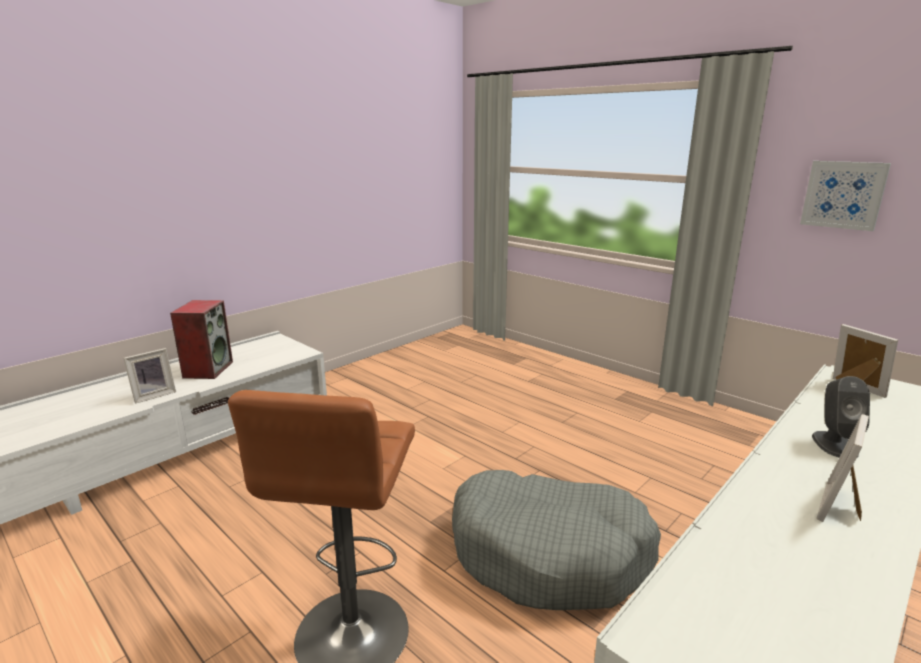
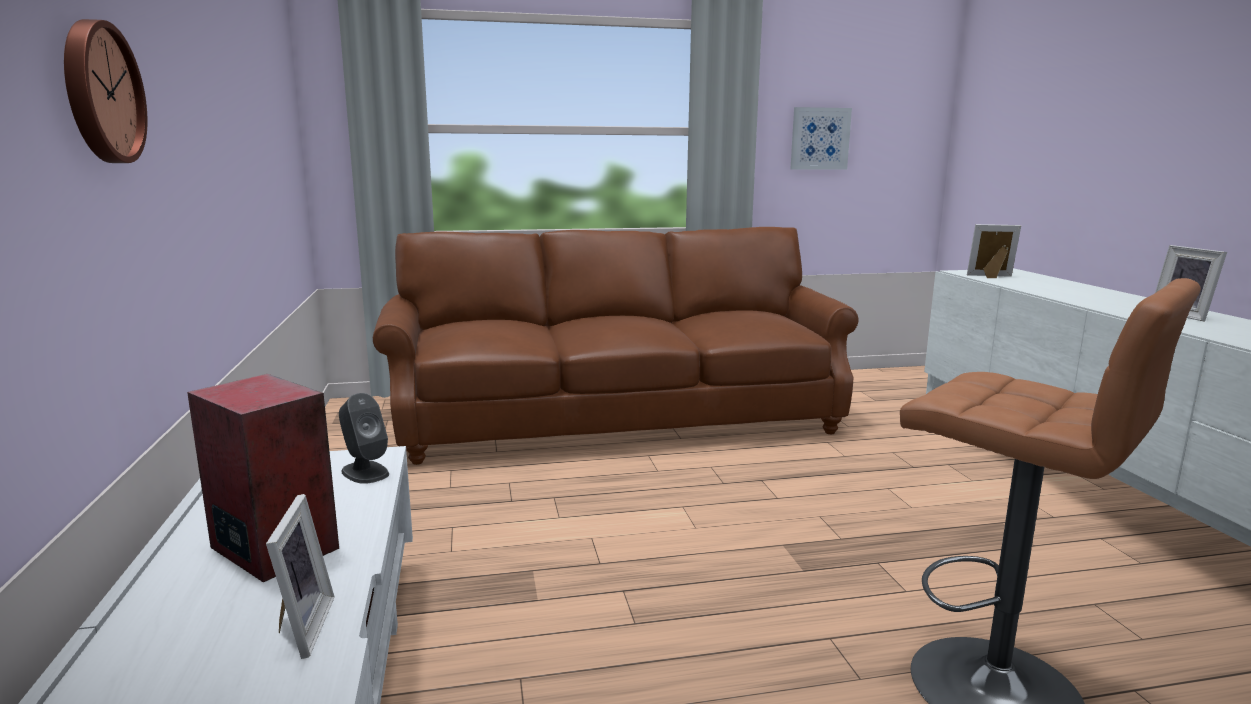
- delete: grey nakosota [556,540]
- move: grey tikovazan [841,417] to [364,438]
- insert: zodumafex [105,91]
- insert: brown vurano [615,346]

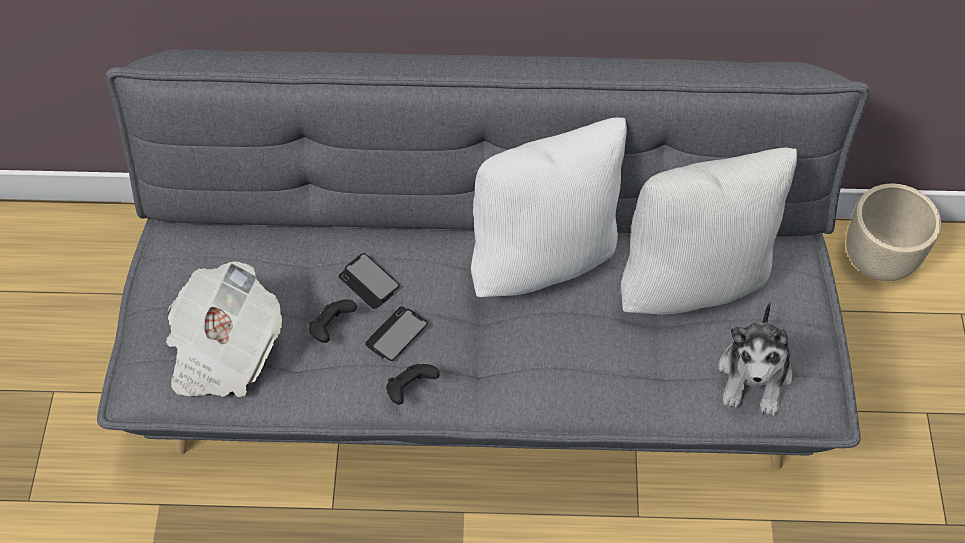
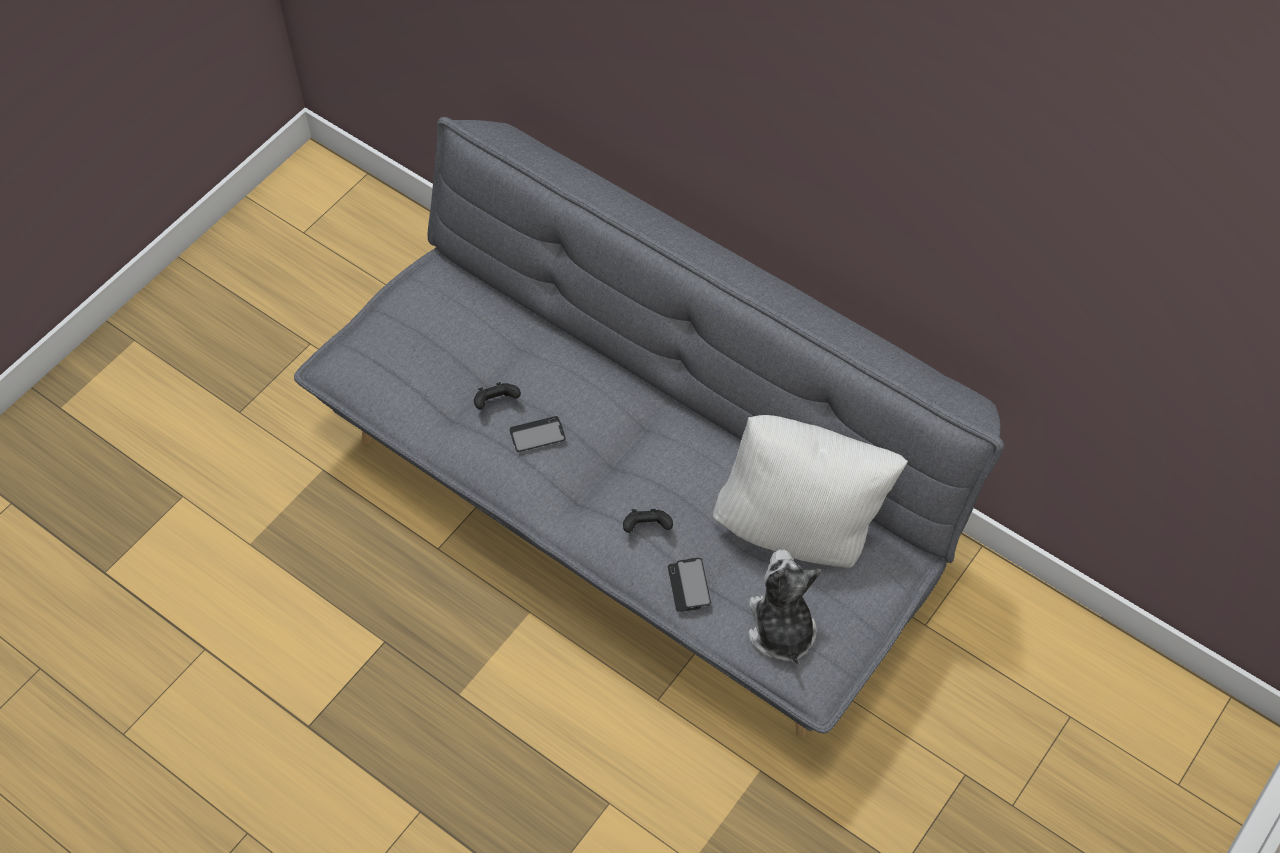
- delete: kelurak [224,329]
- move: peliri [369,281] to [689,585]
- move: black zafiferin [413,384] to [648,521]
- delete: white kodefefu [549,207]
- rotate: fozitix [755,358] = [784,607] 120 degrees clockwise
- delete: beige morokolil [893,232]

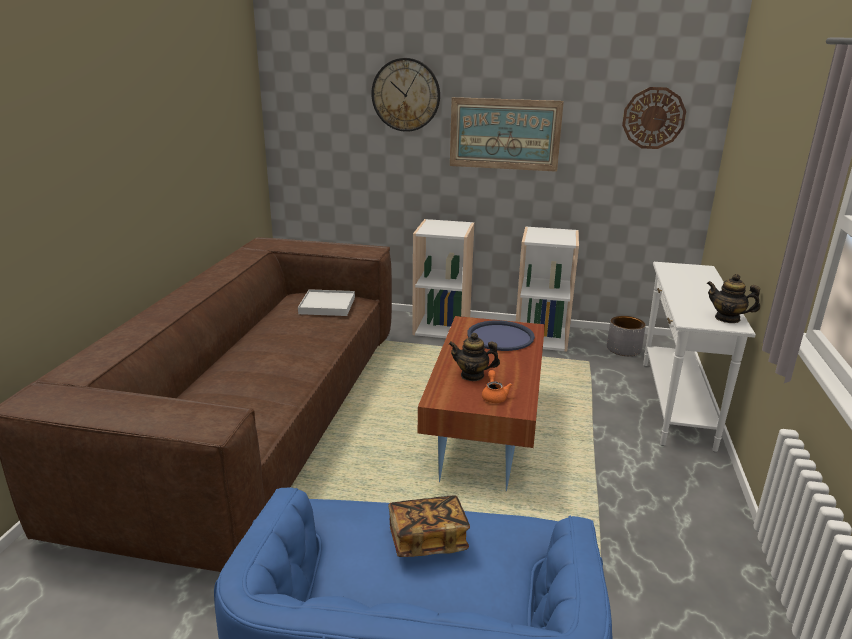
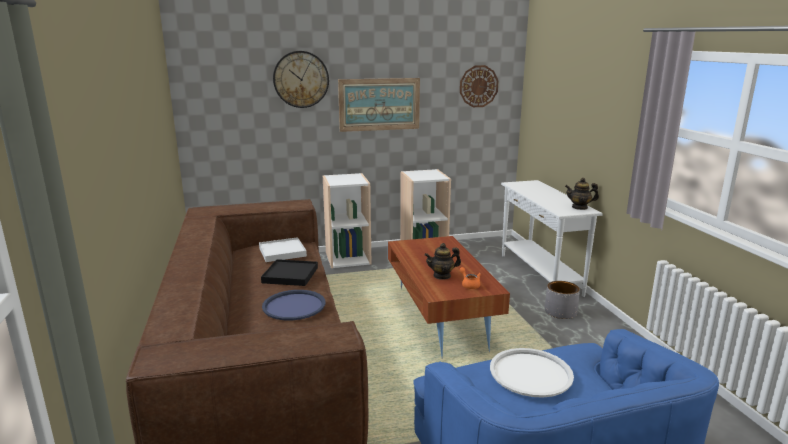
- replace: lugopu [429,526] to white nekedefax [532,373]
- move: blue nekedefax [501,335] to [293,305]
- move: grey morokolil [626,336] to [562,300]
- insert: black nekedefax [289,272]

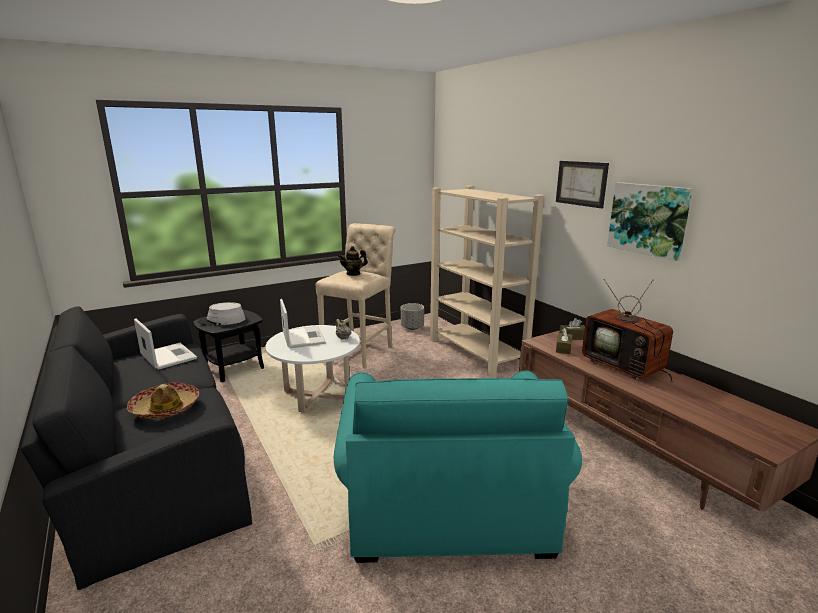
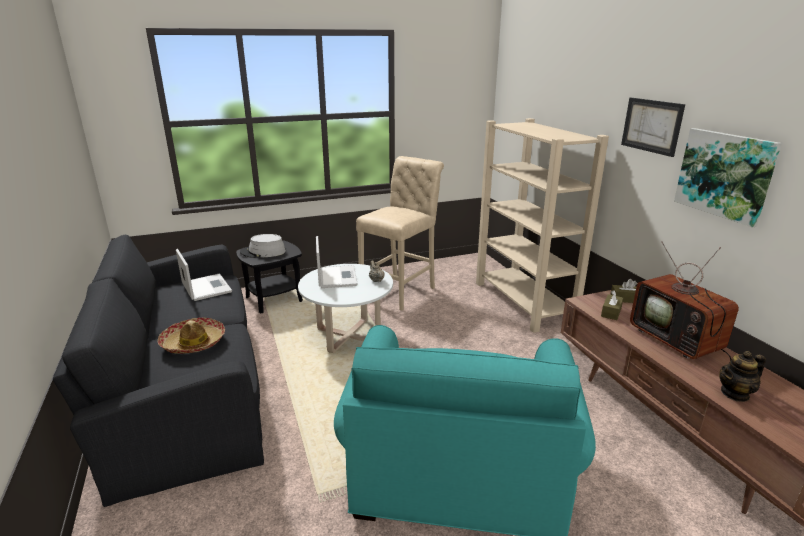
- move: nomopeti [353,261] to [742,376]
- delete: grey morokolil [412,316]

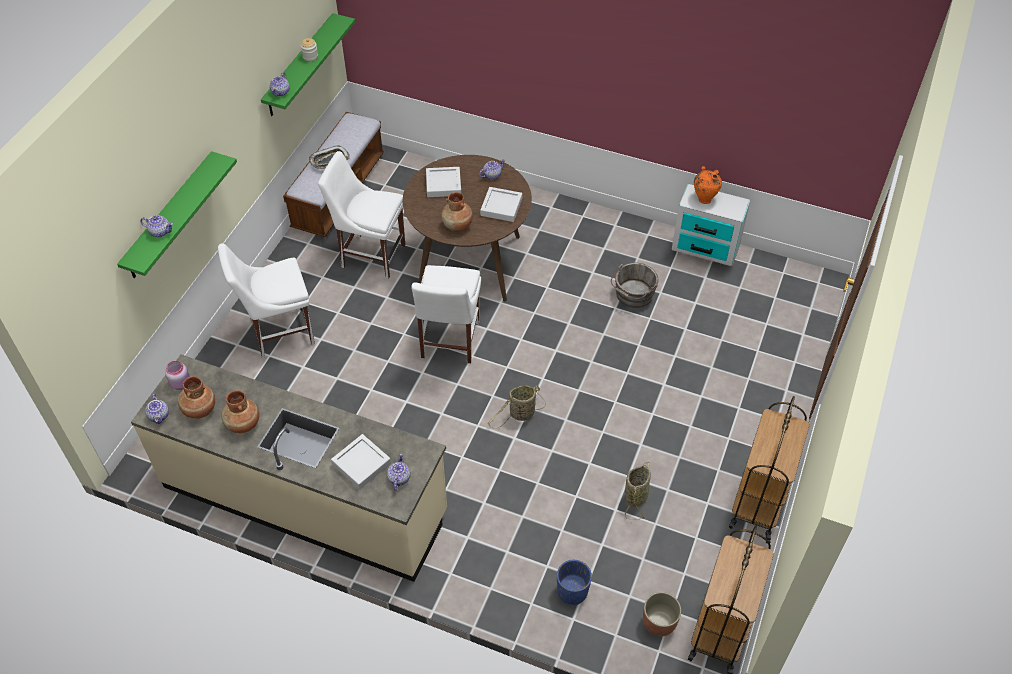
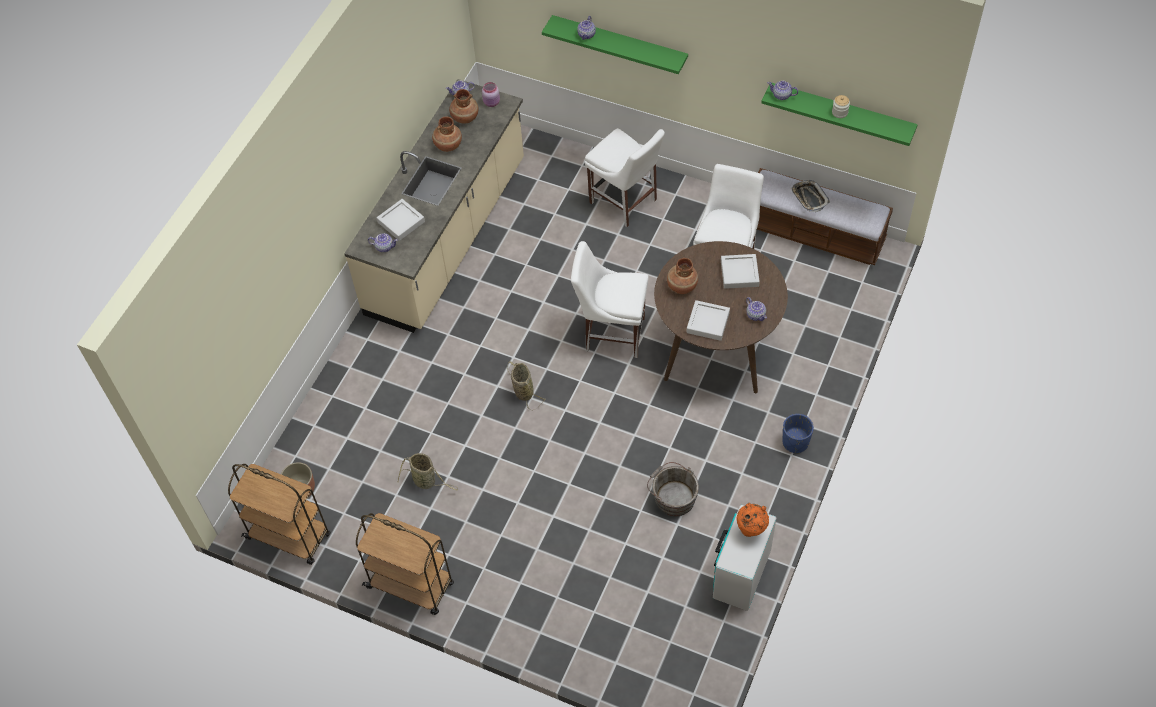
- rotate: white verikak [266,300] = [625,177] 150 degrees clockwise
- move: blue morokolil [574,582] to [798,434]

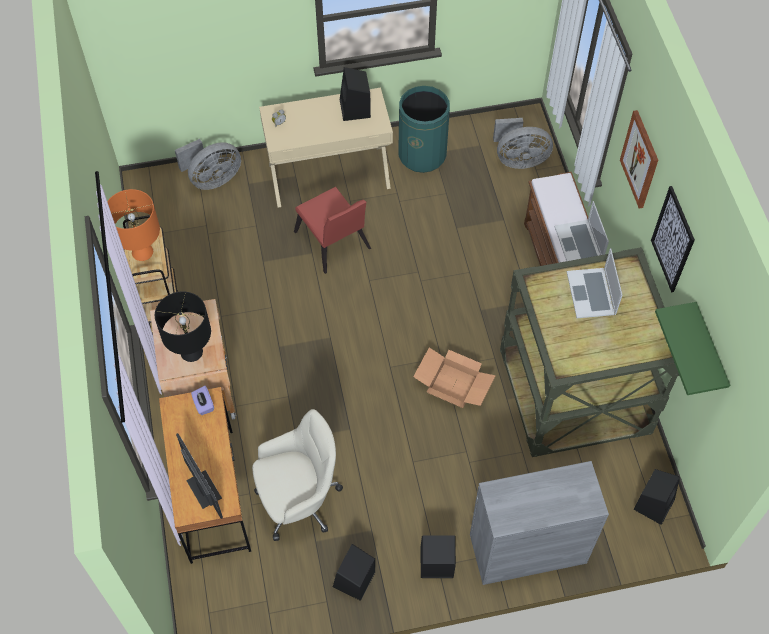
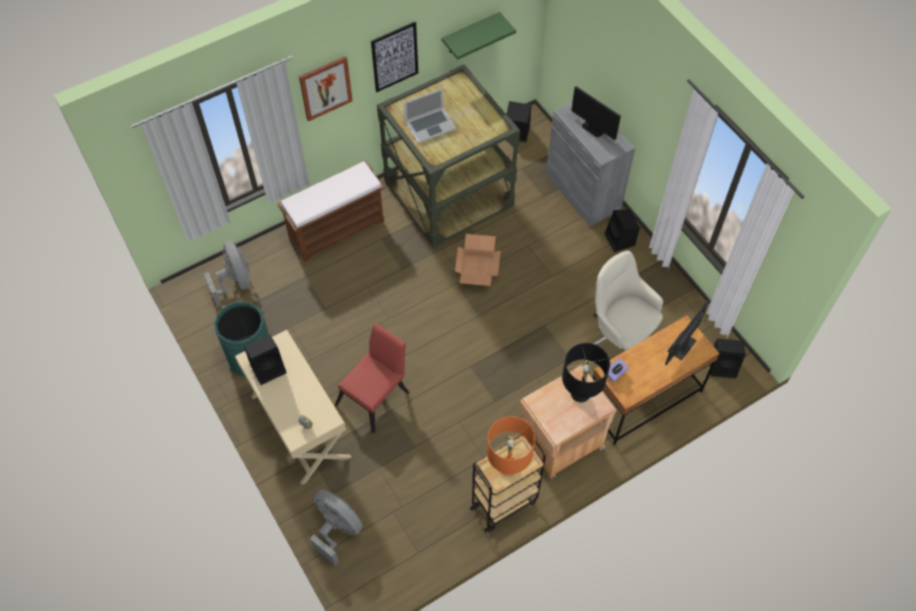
- move: black tikovazan [354,572] to [728,358]
- delete: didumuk [582,231]
- insert: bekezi [596,113]

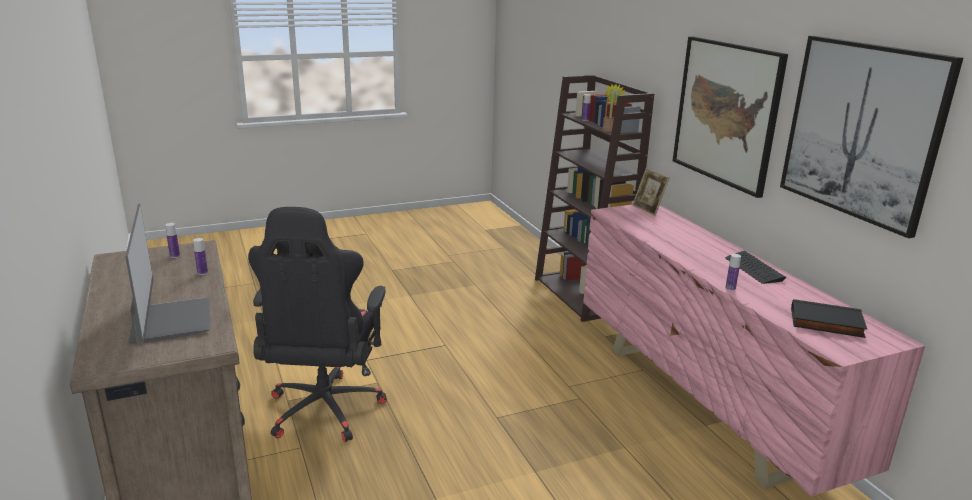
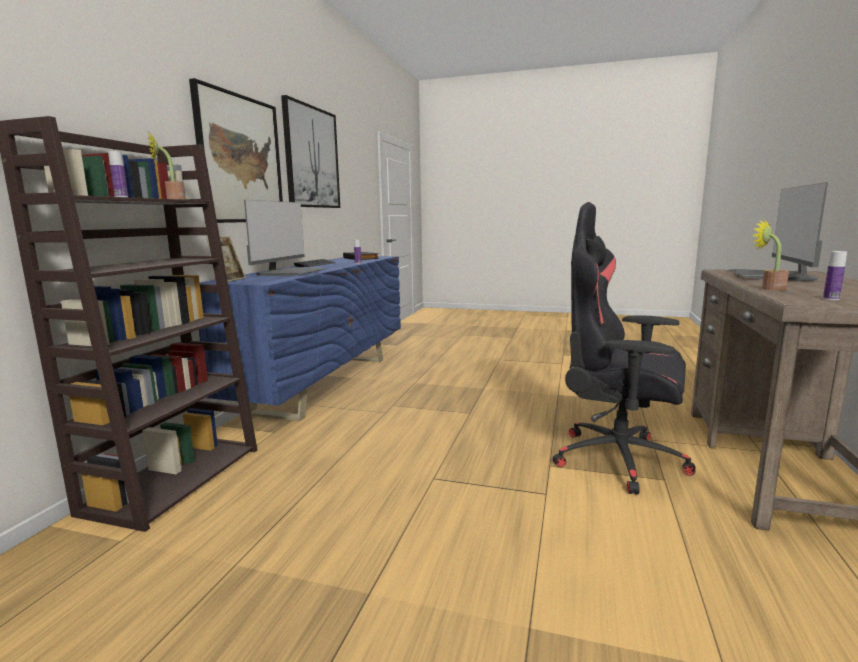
- replace: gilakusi [200,256] to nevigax [770,255]
- rotate: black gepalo [317,324] = [624,348] 105 degrees counterclockwise
- recolor: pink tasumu [754,350] to blue tasumu [300,338]
- insert: bekezi [285,238]

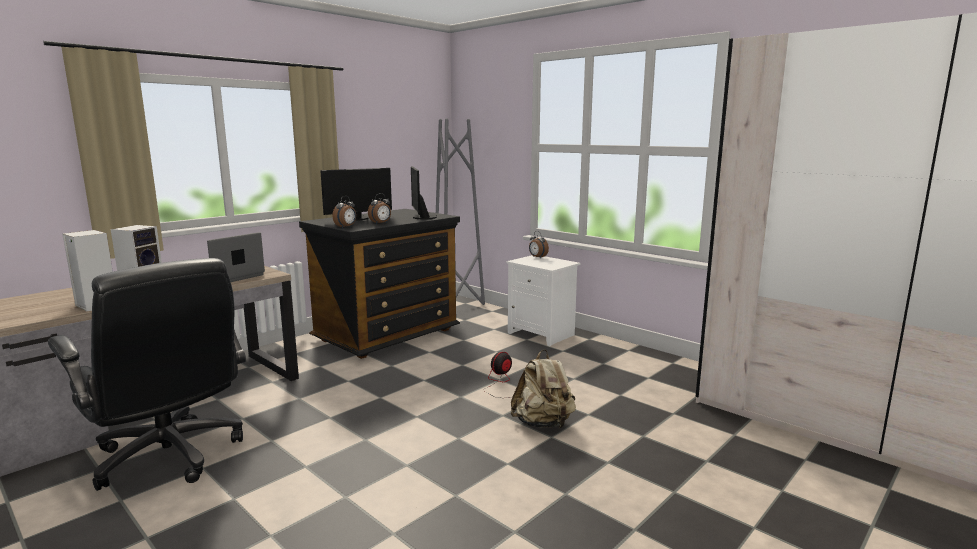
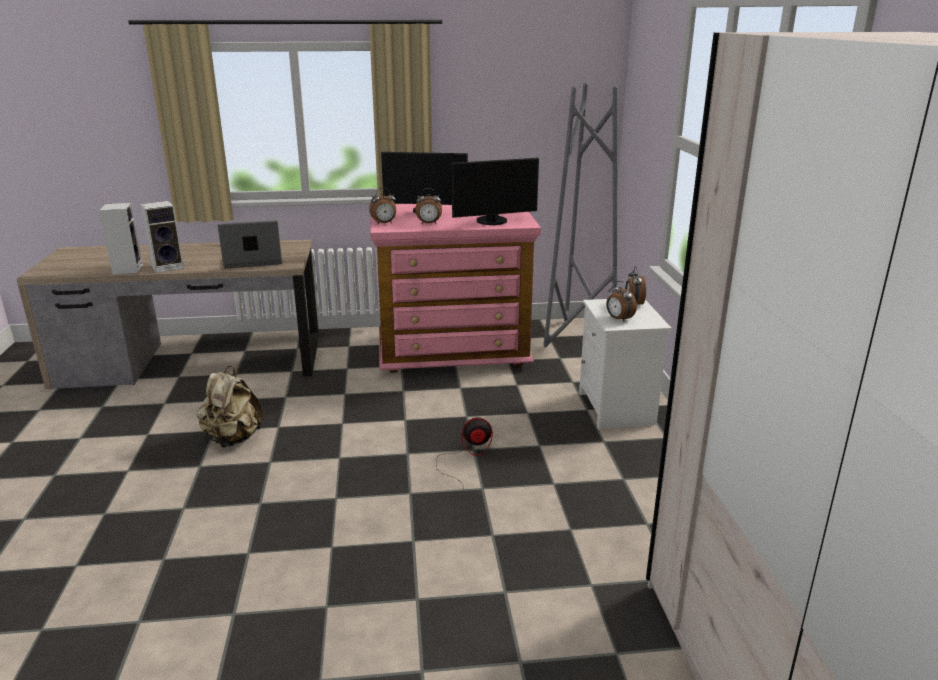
- delete: black gepalo [147,374]
- recolor: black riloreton [379,284] to pink riloreton [455,288]
- rotate: bekezi [424,192] = [495,191] 135 degrees counterclockwise
- move: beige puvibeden [543,389] to [230,406]
- insert: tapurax [621,301]

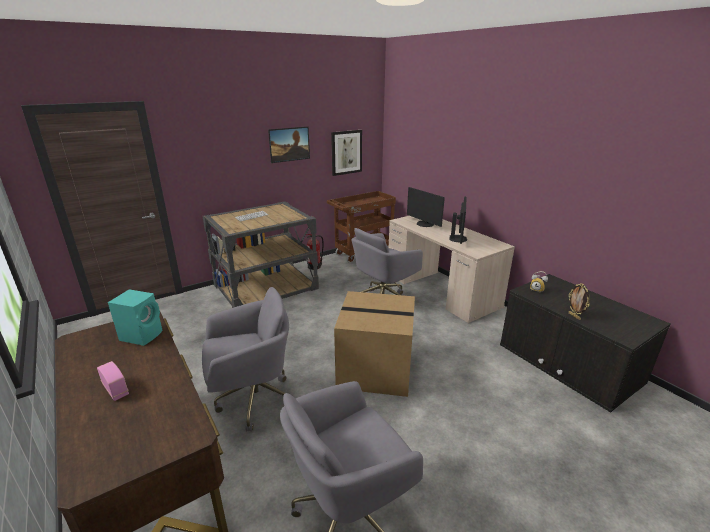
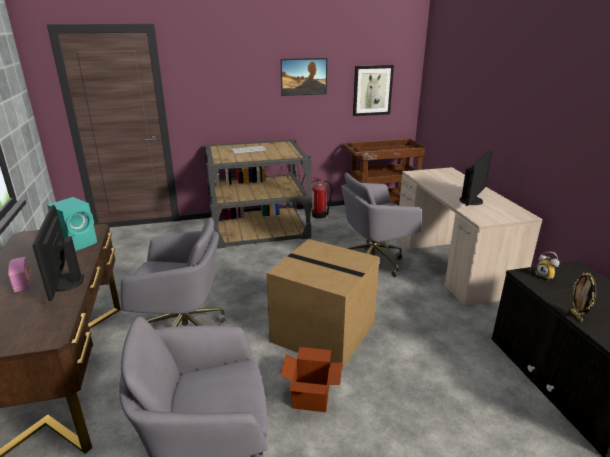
- move: bekezi [426,207] to [58,253]
- insert: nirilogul [311,379]

